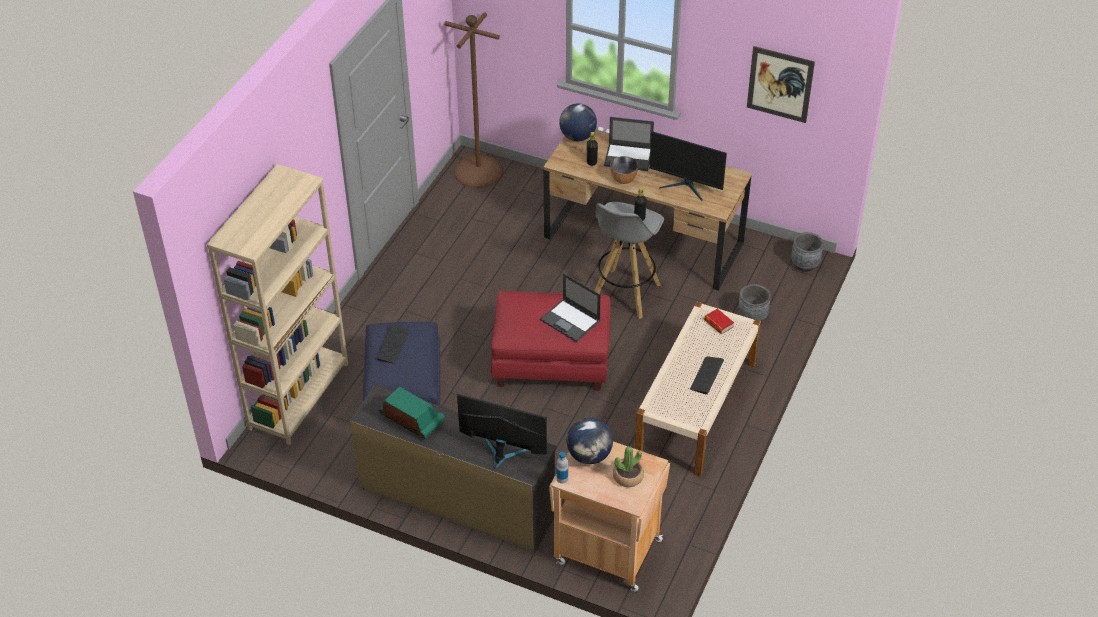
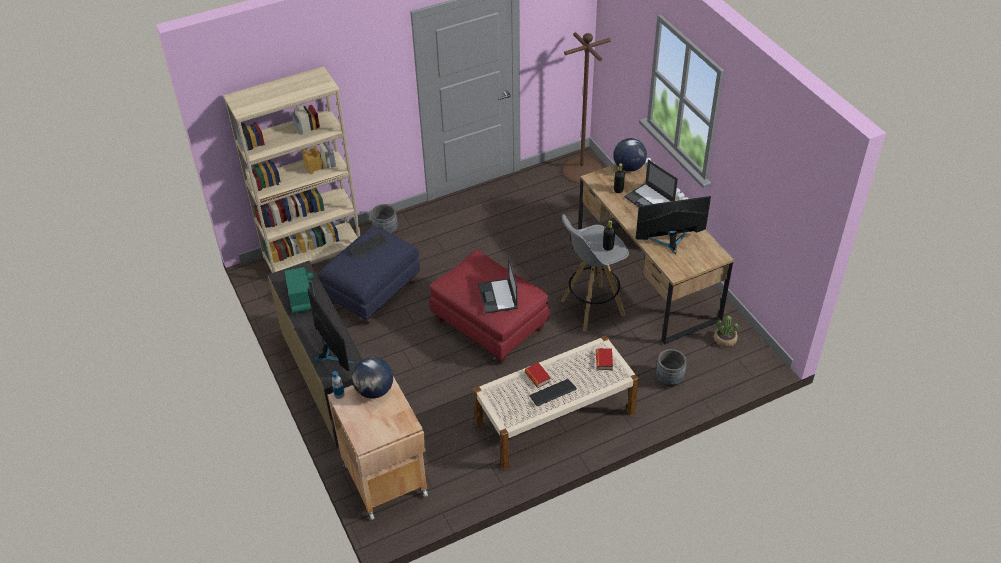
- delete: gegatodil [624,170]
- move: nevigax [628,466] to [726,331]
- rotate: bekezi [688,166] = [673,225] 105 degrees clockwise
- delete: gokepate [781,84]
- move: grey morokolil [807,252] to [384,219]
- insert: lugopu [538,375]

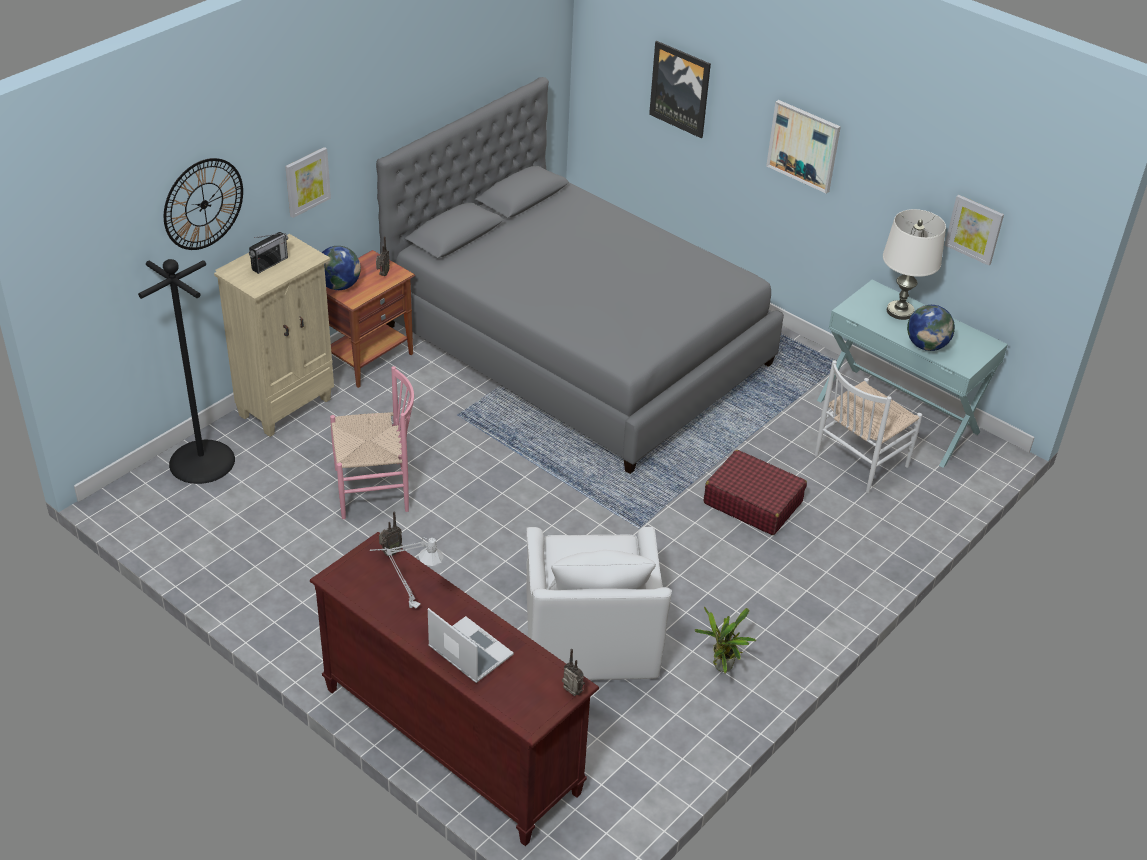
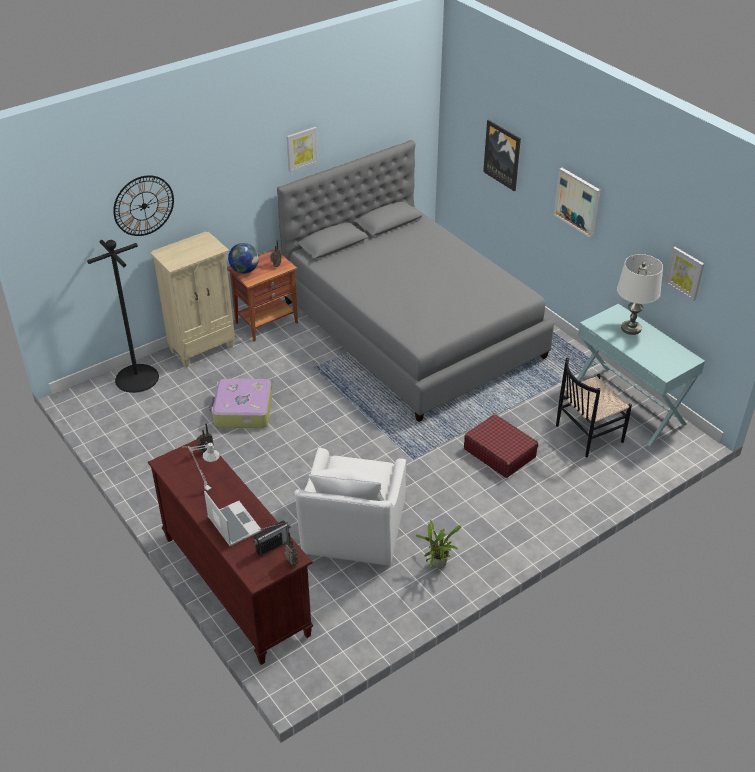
- move: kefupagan [268,253] to [271,539]
- move: gokepate [308,182] to [302,149]
- replace: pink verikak [372,442] to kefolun [240,403]
- recolor: white verikak [868,426] to black verikak [594,407]
- delete: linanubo [931,328]

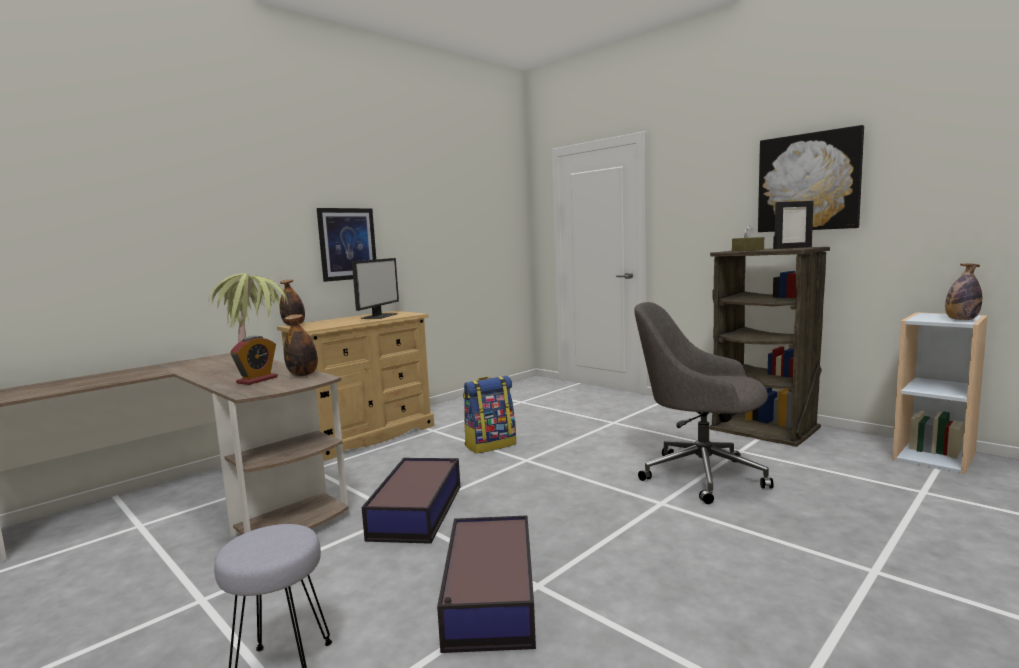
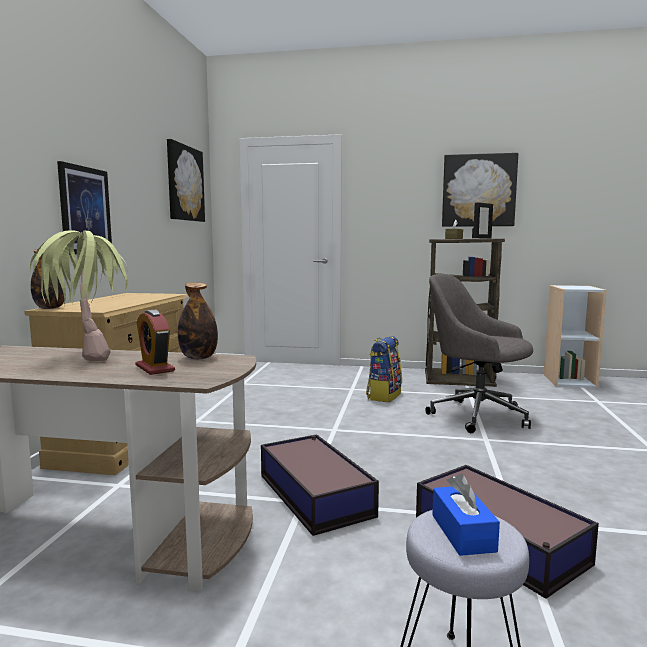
- rotate: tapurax [254,360] = [155,342] 150 degrees clockwise
- delete: bekezi [375,288]
- move: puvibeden [489,415] to [384,369]
- rotate: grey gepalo [703,403] = [479,353] 45 degrees clockwise
- delete: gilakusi [963,292]
- insert: gokepate [186,180]
- insert: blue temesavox [466,515]

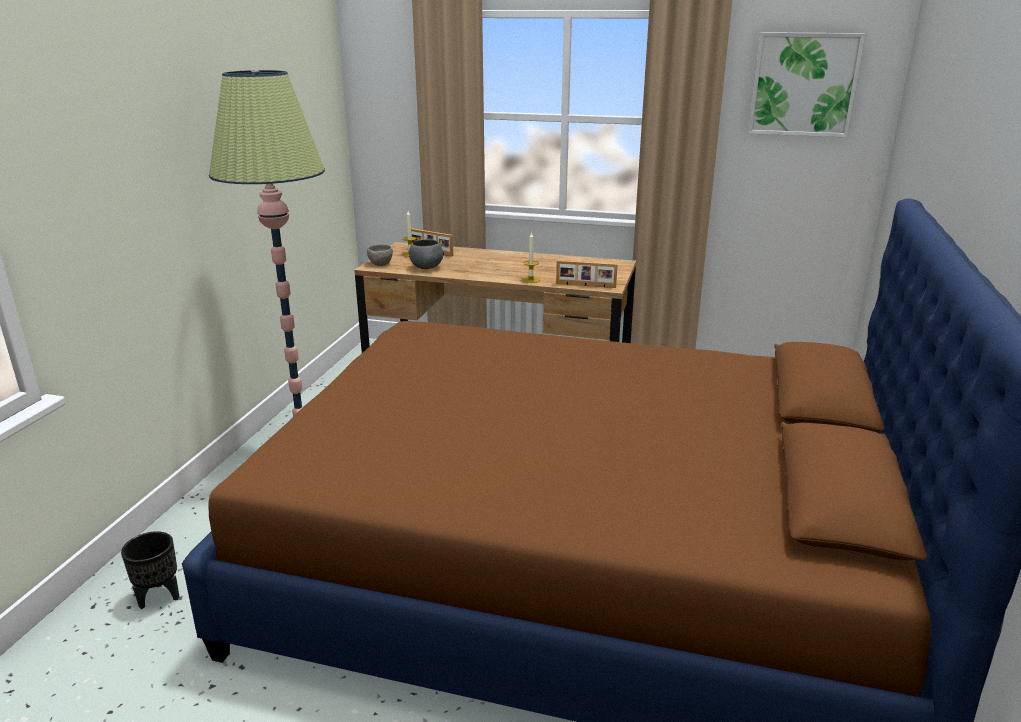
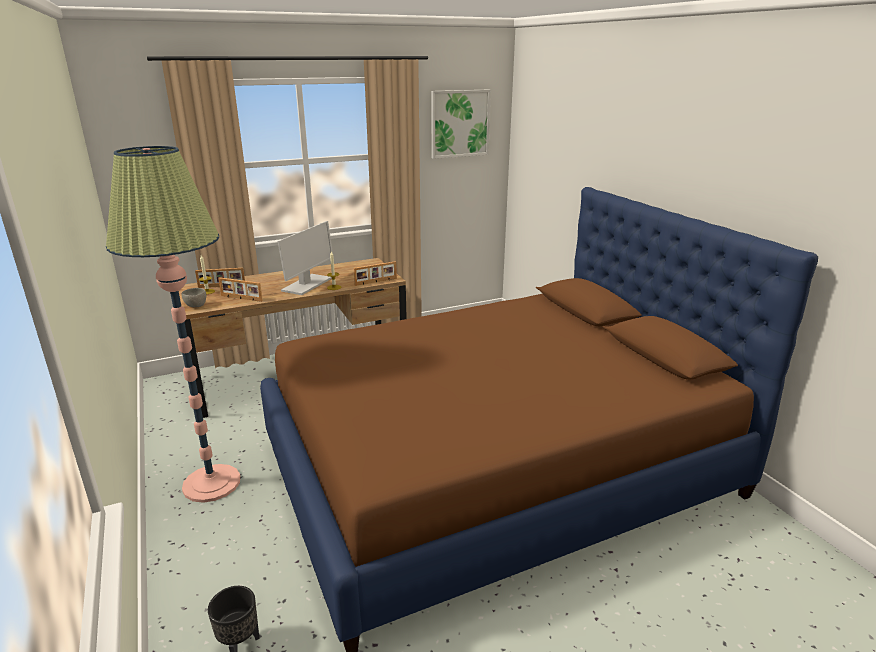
- replace: grey gegatodil [426,254] to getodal [240,289]
- insert: bekezi [305,258]

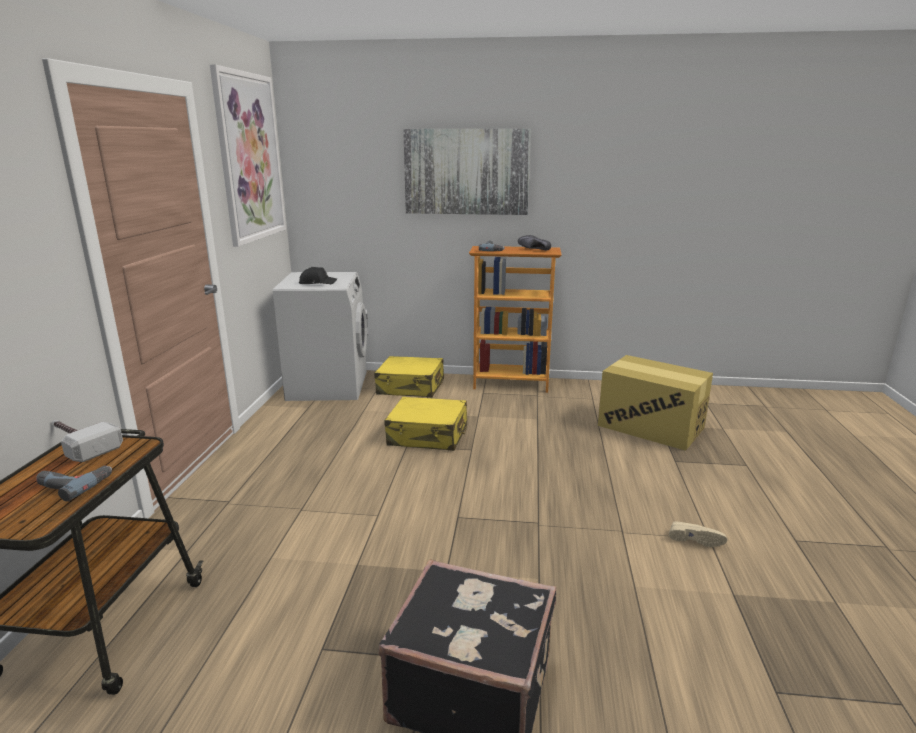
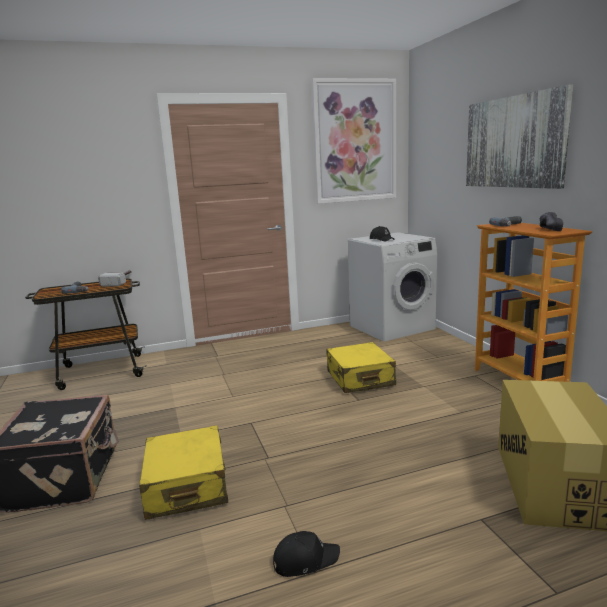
- move: yellow kefolun [409,376] to [183,472]
- replace: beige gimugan [698,534] to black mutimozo [306,554]

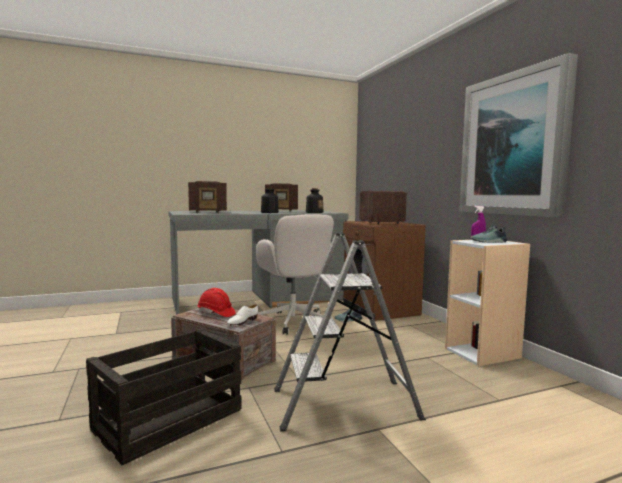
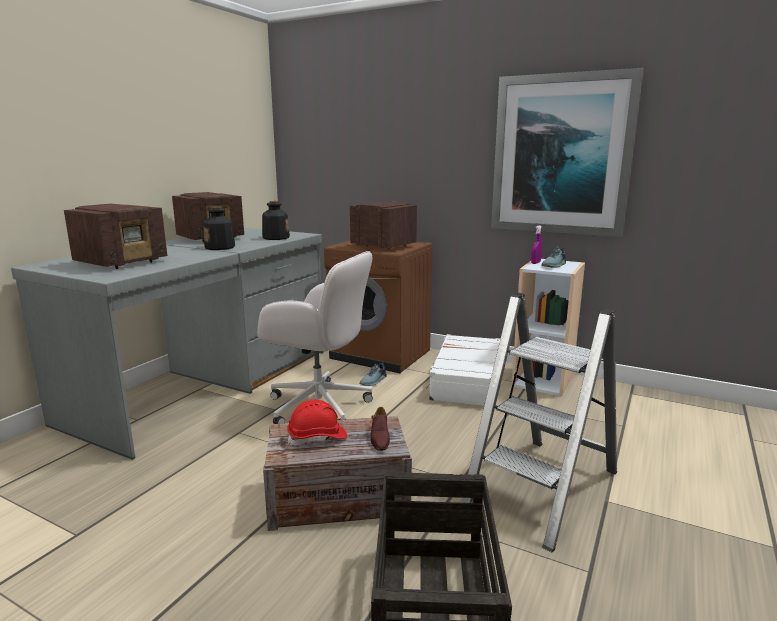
- recolor: white gimugan [242,315] to brown gimugan [380,429]
- insert: white kefolun [463,370]

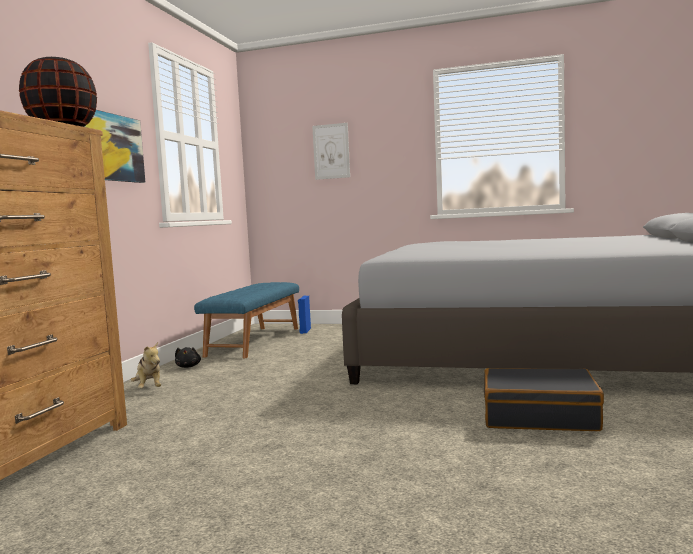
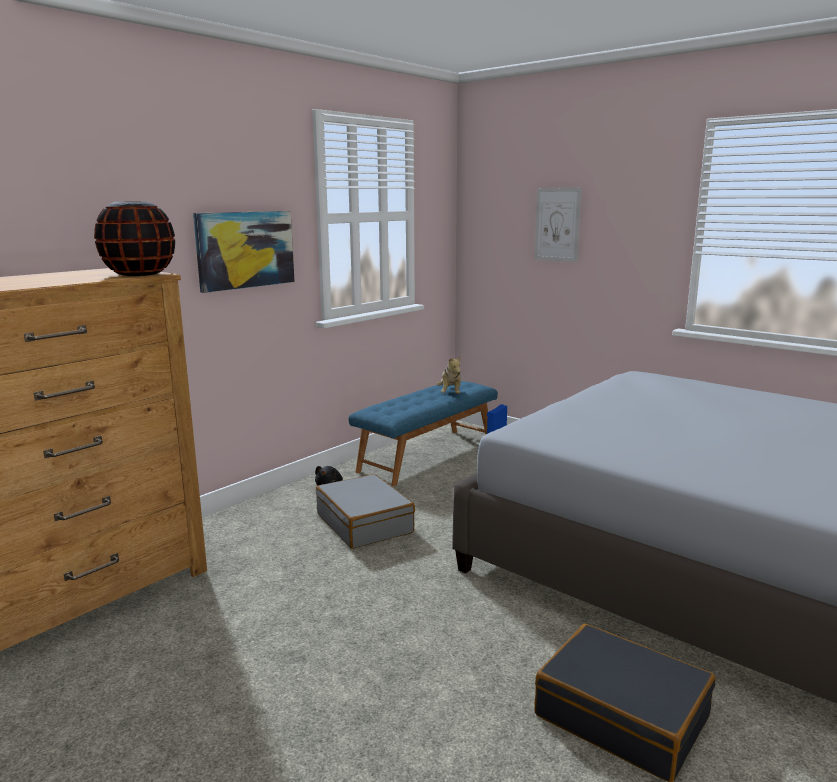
- move: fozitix [146,365] to [448,374]
- insert: grey kefolun [365,511]

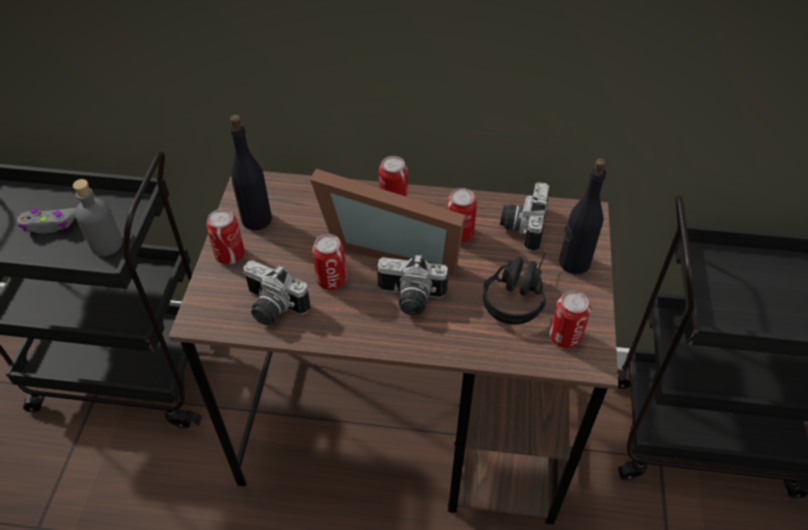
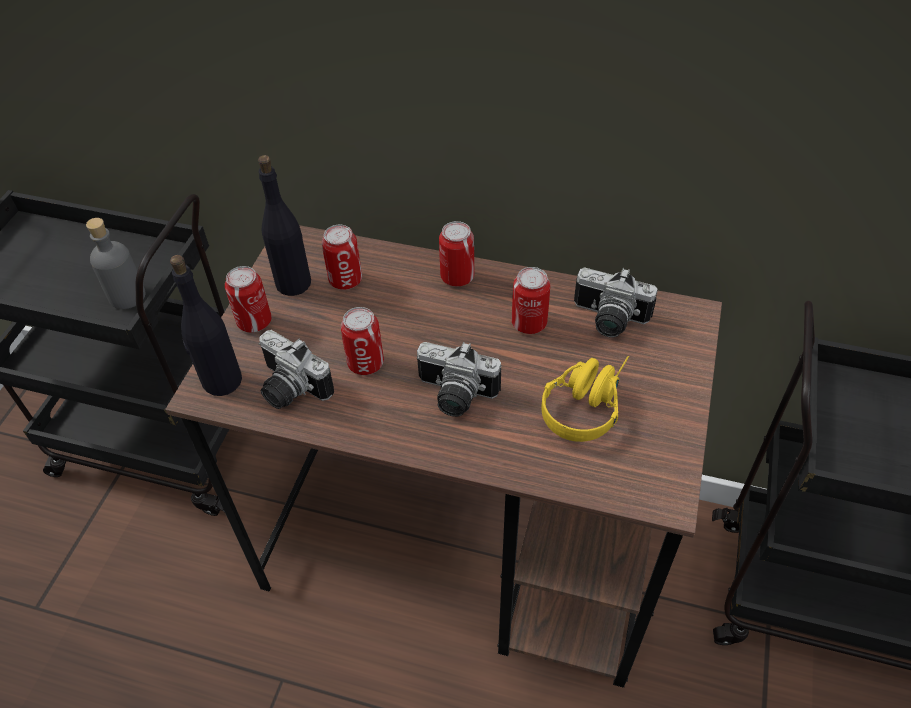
- delete: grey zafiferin [46,220]
- delete: getodal [387,222]
- recolor: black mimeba [514,288] to yellow mimeba [585,399]
- rotate: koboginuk [524,216] = [615,302] 90 degrees counterclockwise
- move: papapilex [570,319] to [342,257]
- move: black gilakusi [583,216] to [206,325]

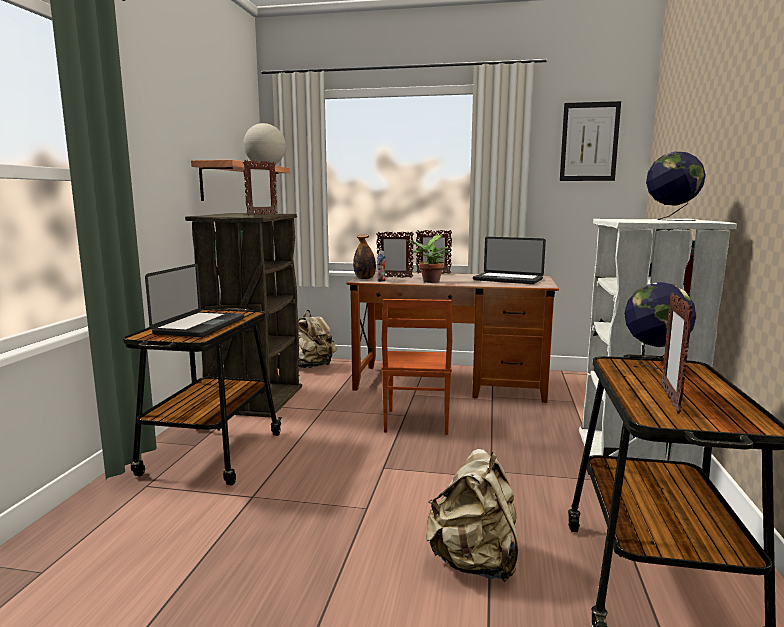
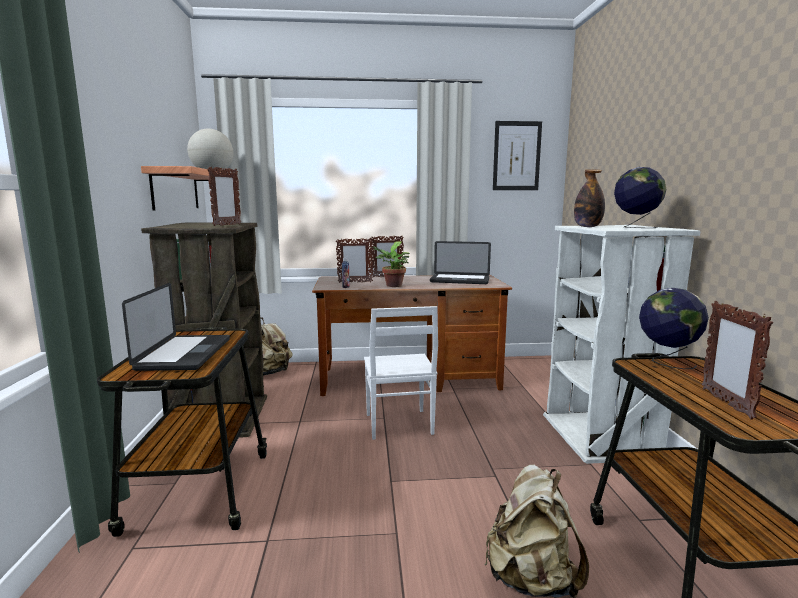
- move: gilakusi [364,256] to [589,198]
- recolor: brown verikak [417,367] to white verikak [401,373]

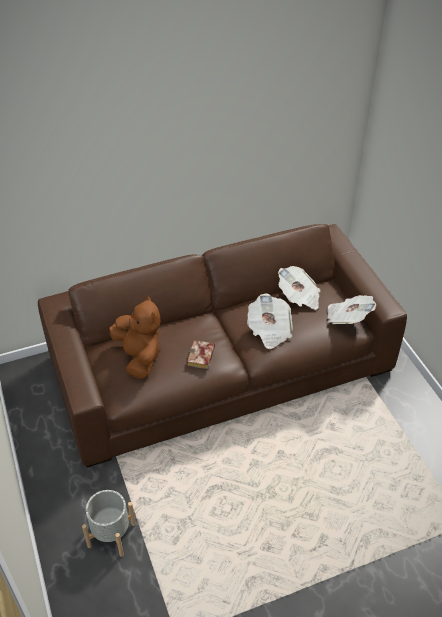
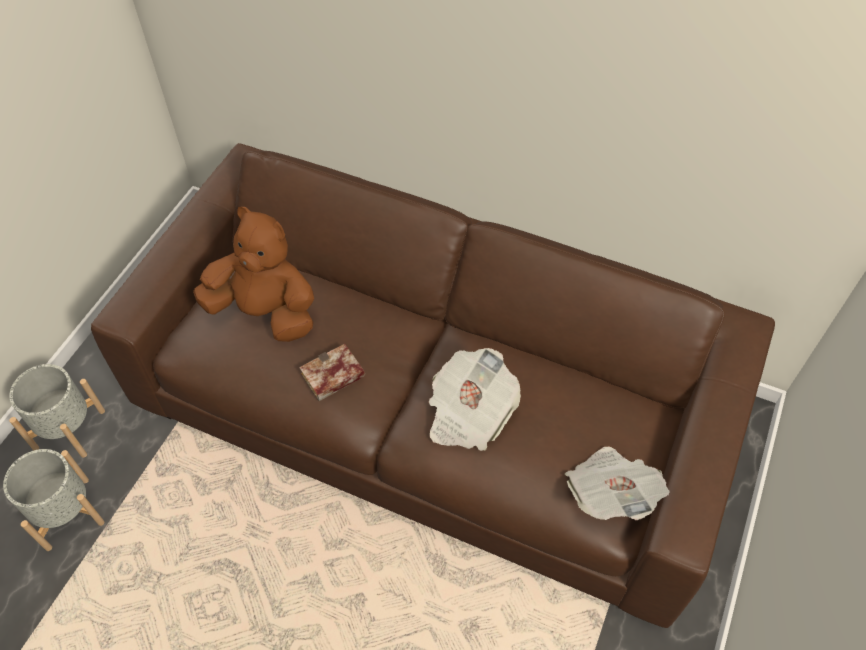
- rotate: brown fozitix [135,337] = [253,274] 90 degrees counterclockwise
- delete: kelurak [299,288]
- insert: grey morokolil [57,411]

